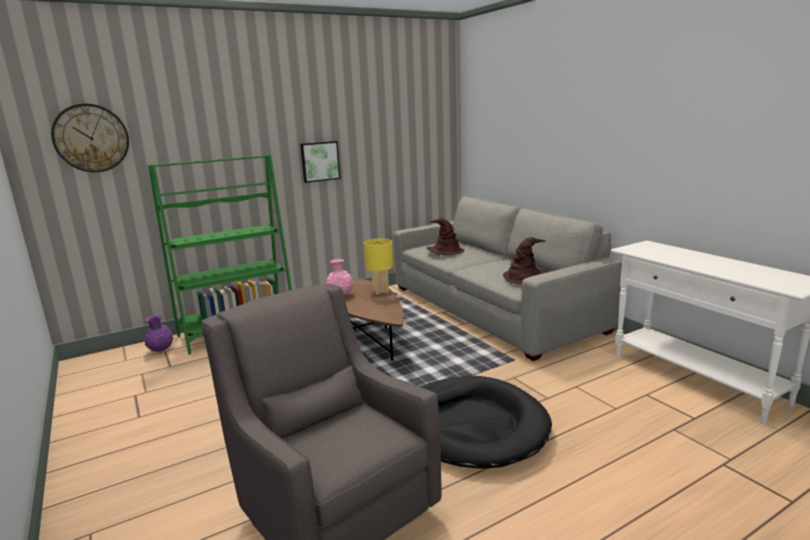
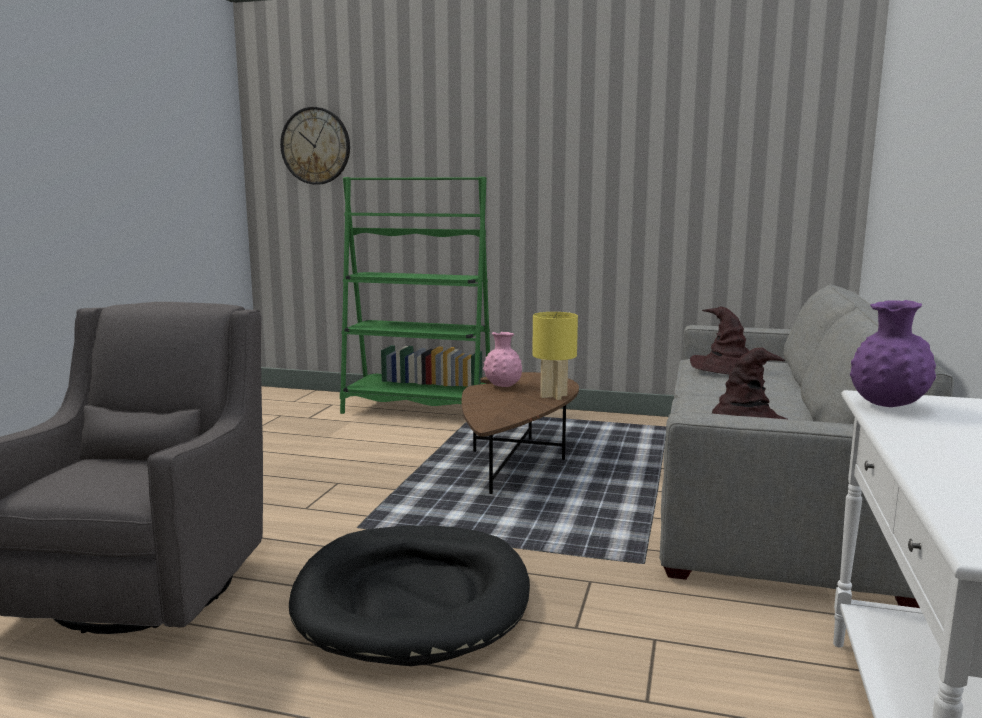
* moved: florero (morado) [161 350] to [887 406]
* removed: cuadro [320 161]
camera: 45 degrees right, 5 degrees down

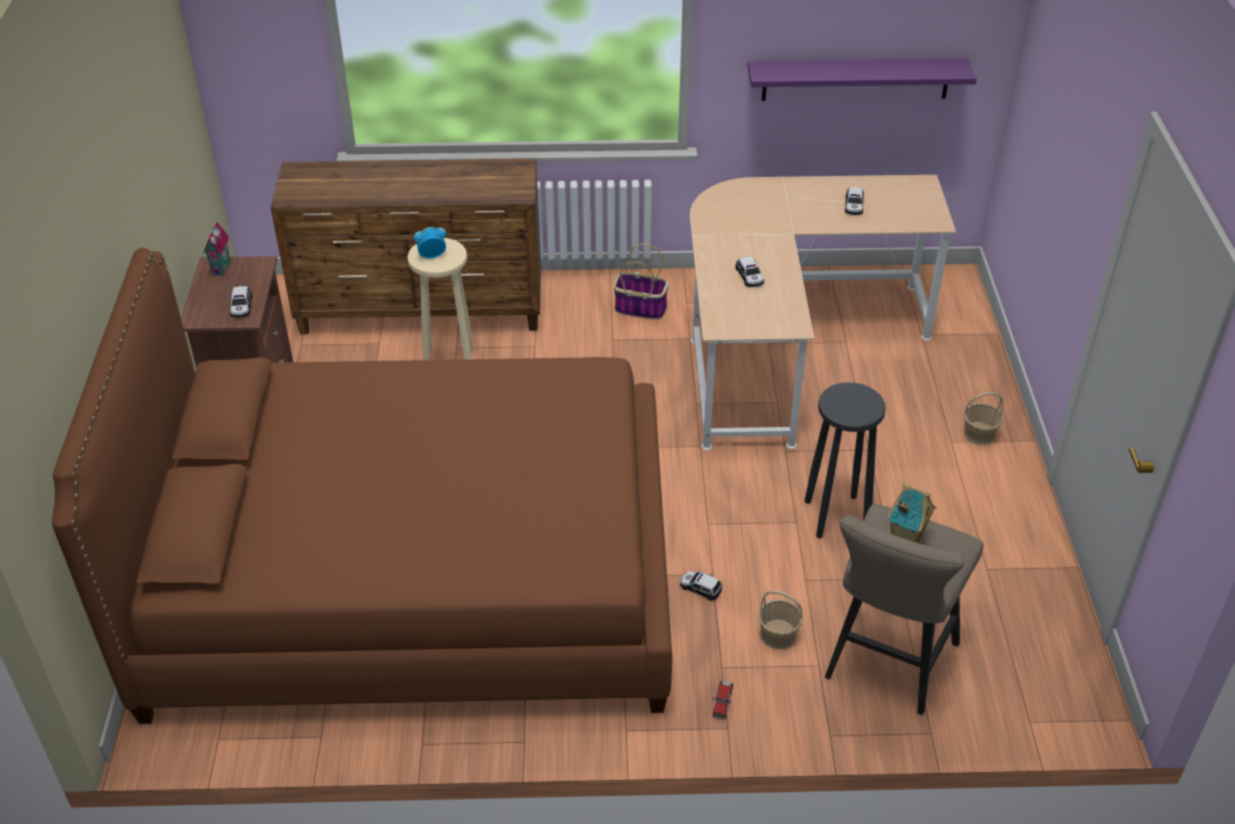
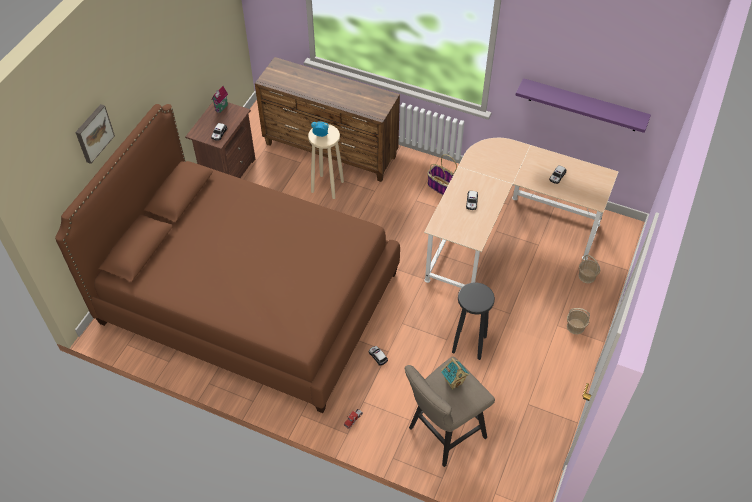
* moved: cesta [778 635] to [587 276]
* added: cuadro [93 133]
camera: 25 degrees right, 10 degrees up

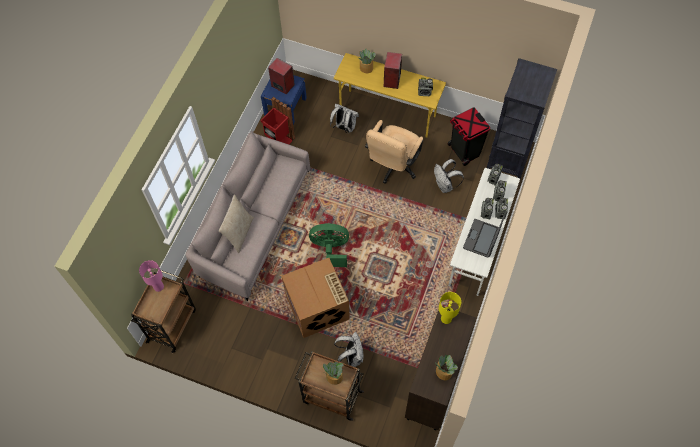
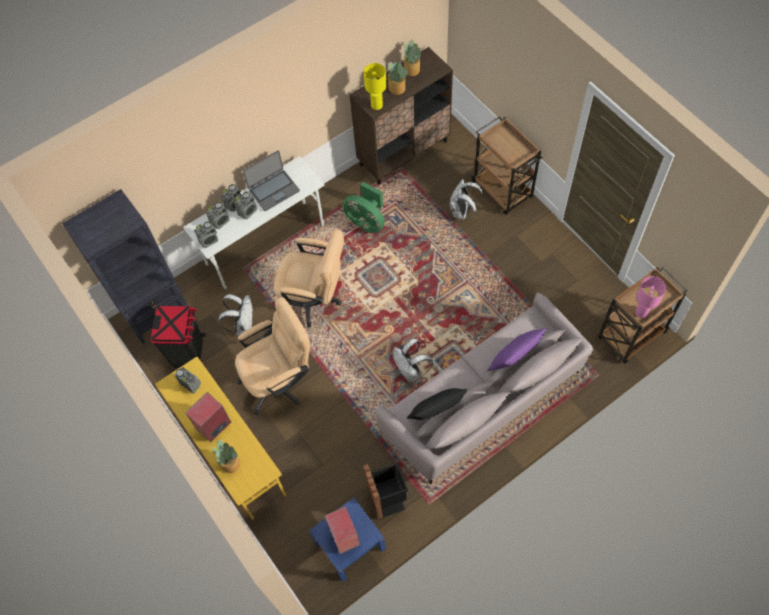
* recoloured: cojín (beis) [239 233] to cojín (morado) [514 360]
* recoloured: papelera (rojo) [279 140] to papelera (negro) [388 498]
* removed: caja de cartón [318 307]
* moved: ventilador (verde) [331 249] to [366 221]
* moved: planta en maceta [334 376] to [397 88]
* moved: mochila (blanco) [344 127] to [411 371]
* added: silla de oficina (beis) [314 299]
* added: cojín (negro) [436 413]
camera: 145 degrees left, 0 degrees up

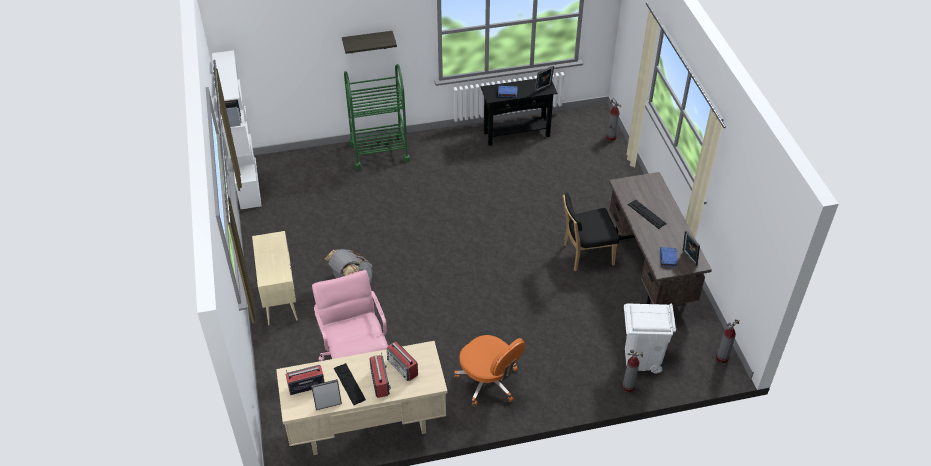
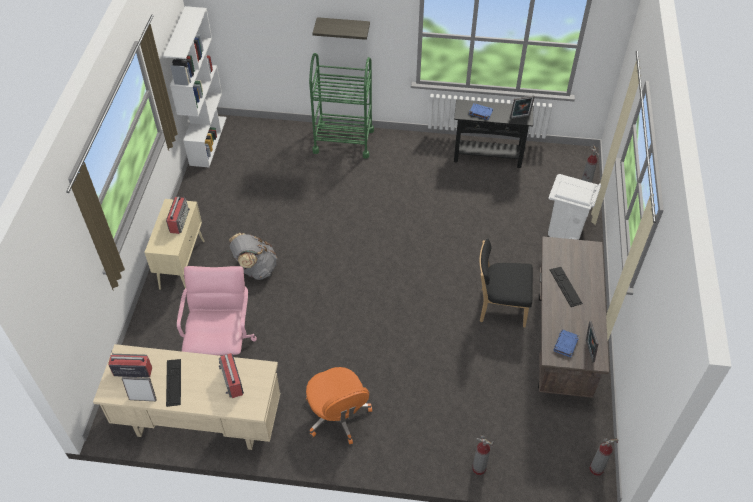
* moved: radio [380 382] to [179 221]
* moved: papelera (blanco) [641 358] to [565 230]
camera: 20 degrees right, 5 degrees up

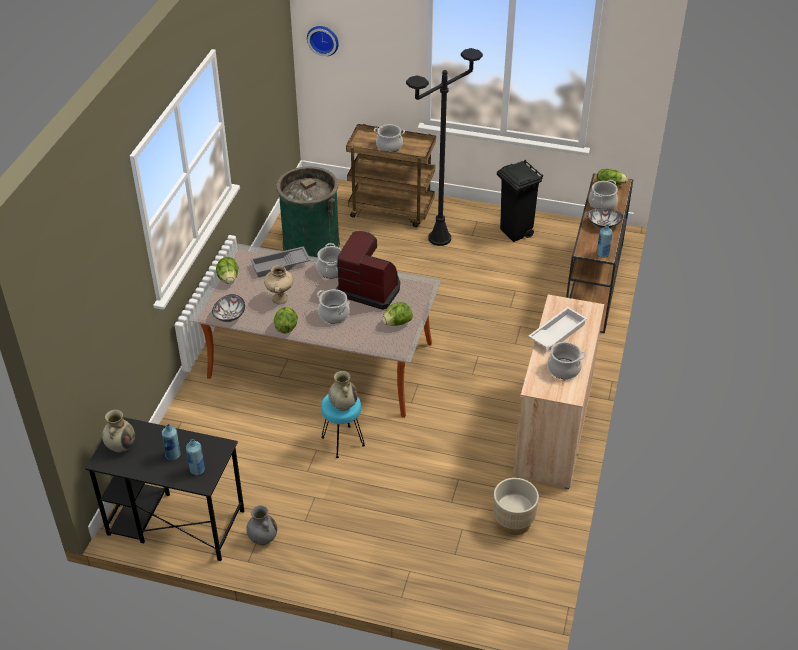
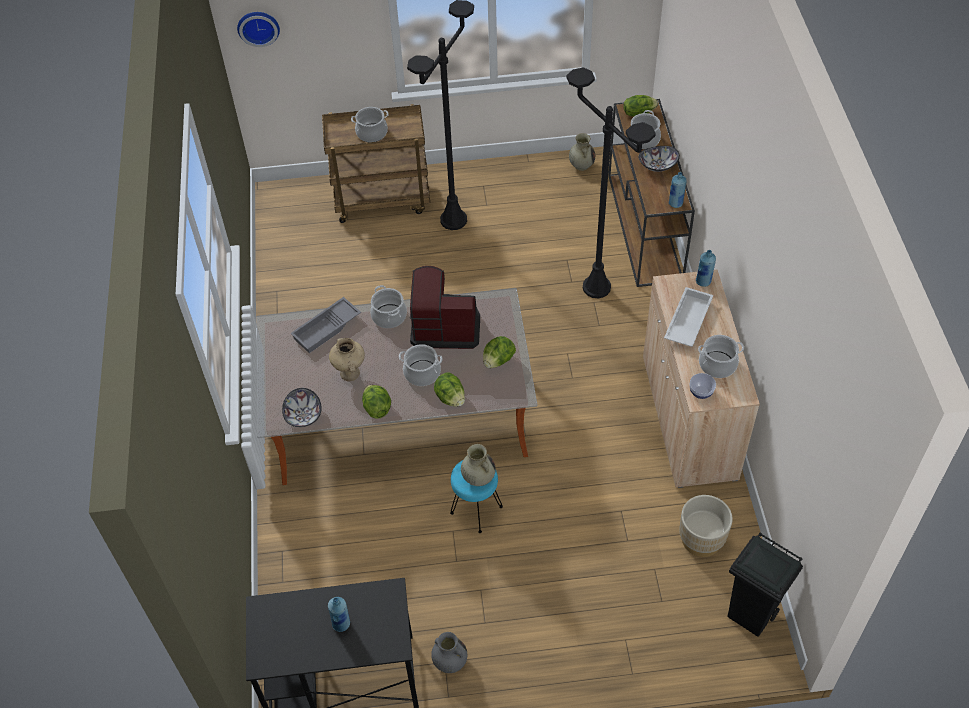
* moved: florero (beis) [121 445] to [581 165]
* moved: botella (azul) [197 470] to [703 281]
* moved: lechuga [228 279] to [450 398]
* removed: papelera (verde) [311 244]
* moved: papelera (negro) [516 233] to [751 615]
* added: lámpara de pie (negro) [596 287]
* added: cuenco [701 392]
camera: 20 degrees left, 10 degrees up

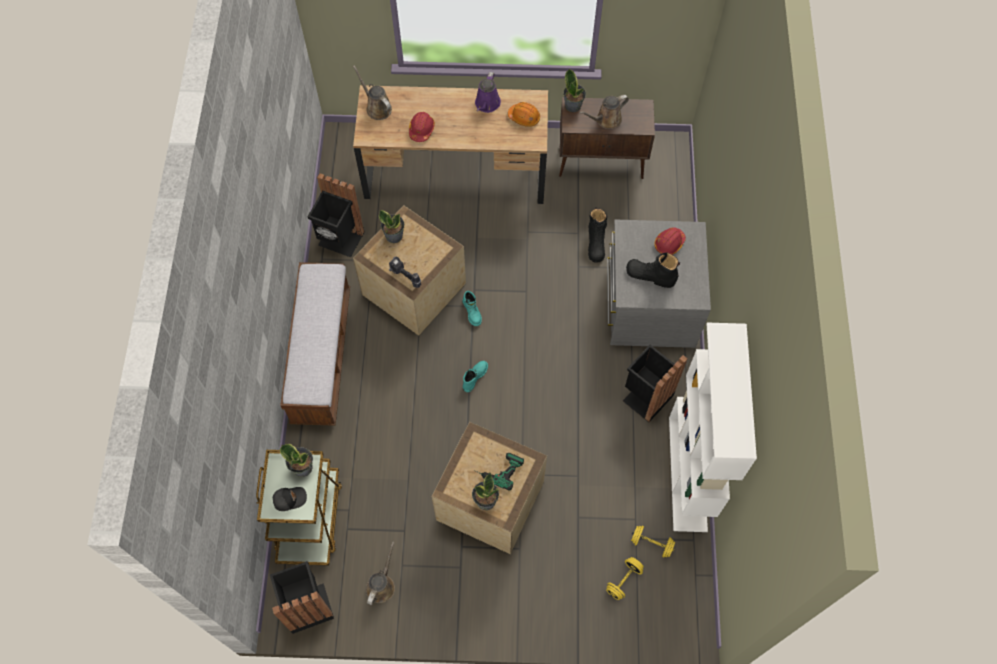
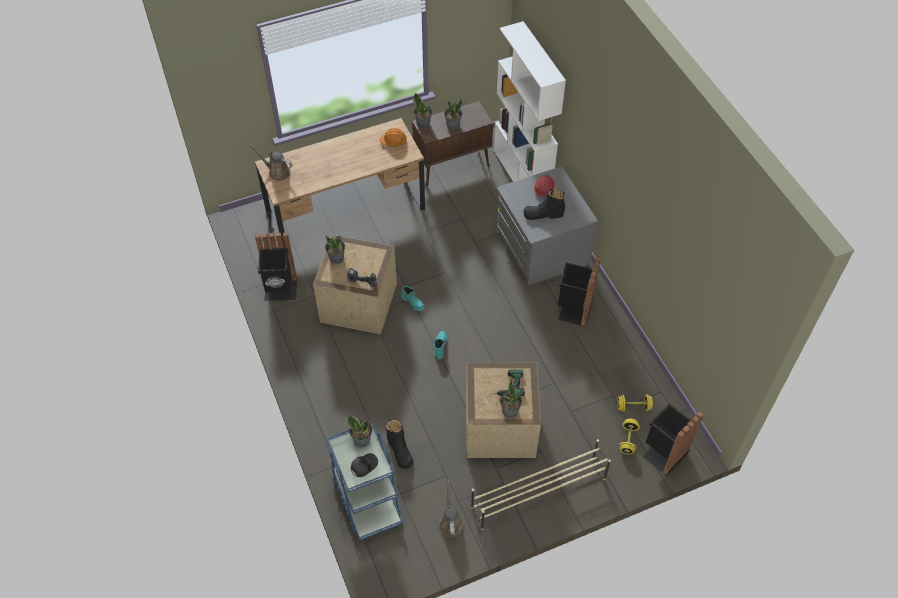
* recoloured: carrito (marrón) [309 518] to carrito (azul) [366 498]
* moved: papelera (negro) [307 606] to [663 453]
* removed: banco [322 355]
* removed: casco (rojo) [421 129]
* removed: regadera (morado) [487 104]
* replaced: regadera (marrón) [606 120] to planta en maceta [453 125]
* moved: bota (negro) [596 243] to [399 450]
* moved: estantería (blanco) [688 474] to [522 175]
* added: zapatero (beis) [538 493]
camera: 25 degrees left, 10 degrees down

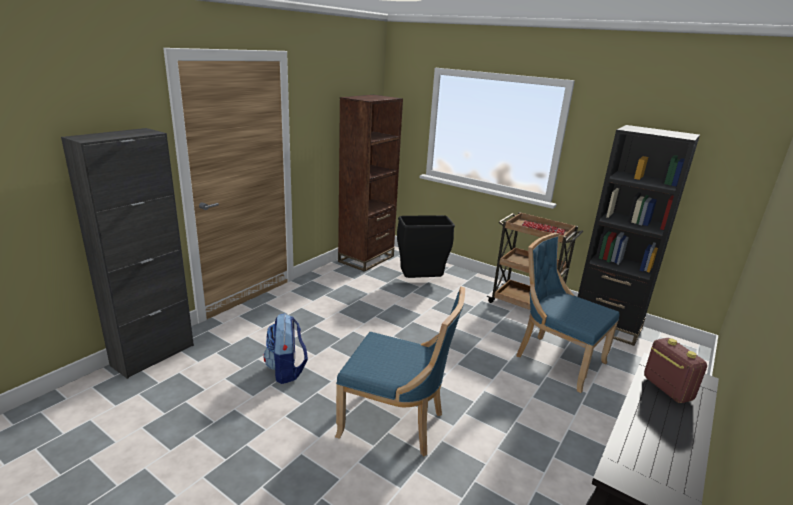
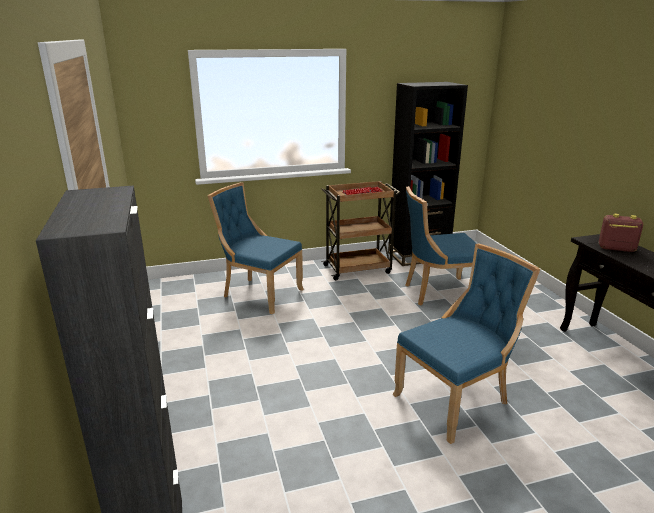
* removed: mochila [286 370]
* removed: estantería (marrón) [366 259]
* replaced: papelera (negro) [420 281] to silla (azul) [259 294]
camera: 50 degrees left, 0 degrees up

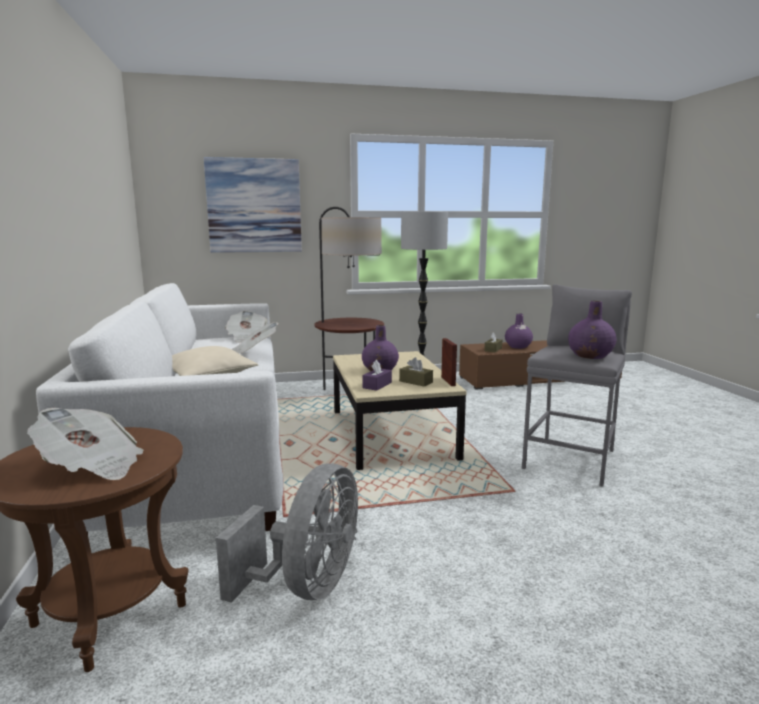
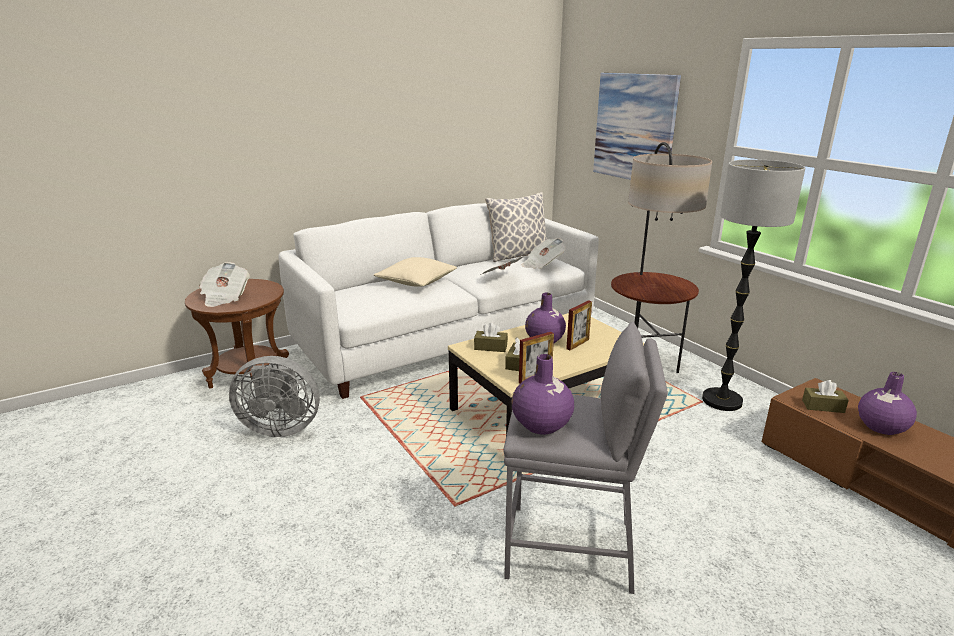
* recoloured: caja de pañuelos (morado) [377 385] to caja de pañuelos (marrón) [490 347]
* added: cojín [518 255]
* added: portarretratos [577 344]
camera: 70 degrees right, 10 degrees up

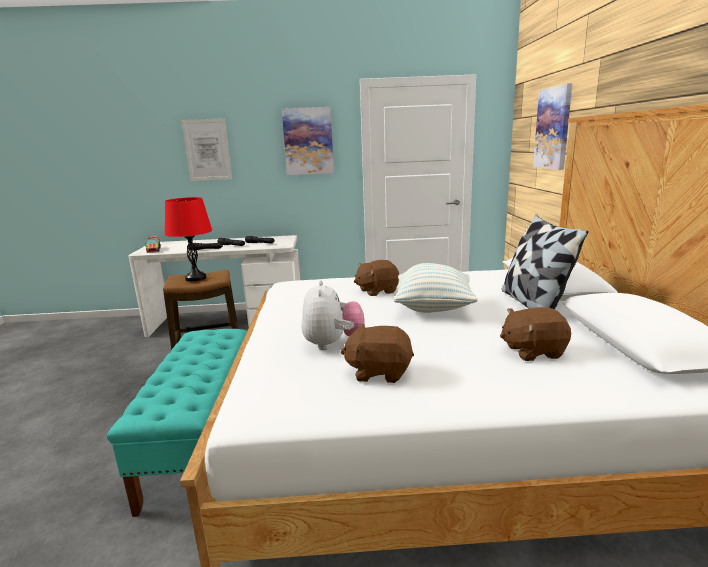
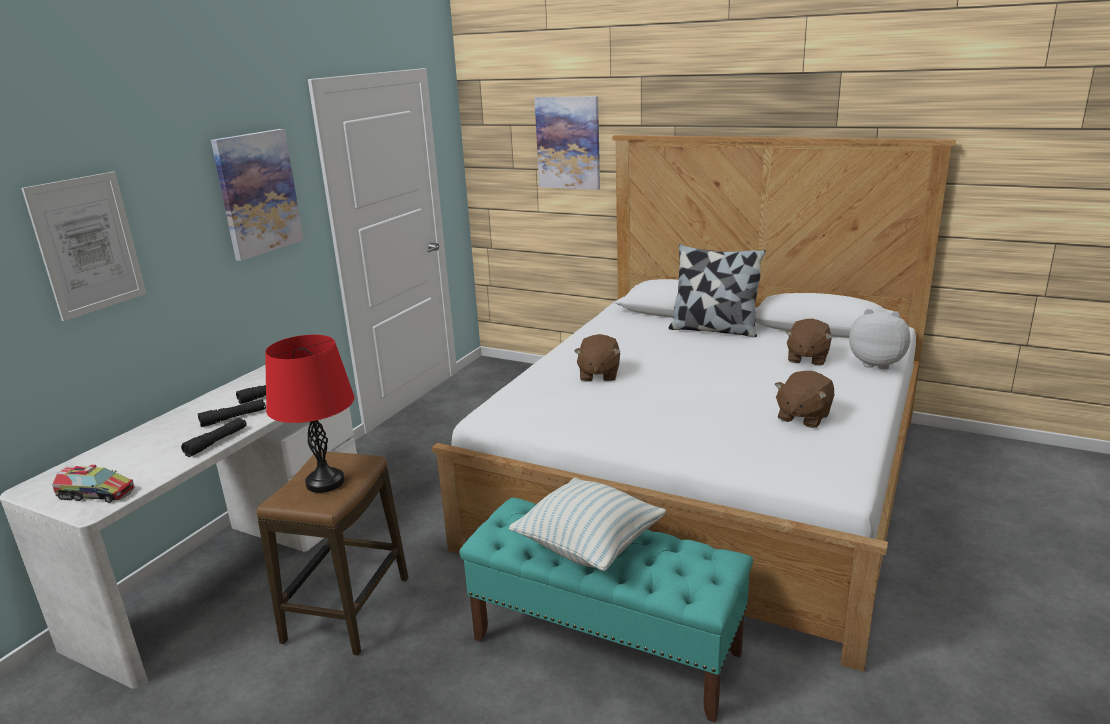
* moved: peluche [333 344] to [876 363]
* moved: cojín [433 308] to [589 547]
camera: 60 degrees left, 5 degrees up

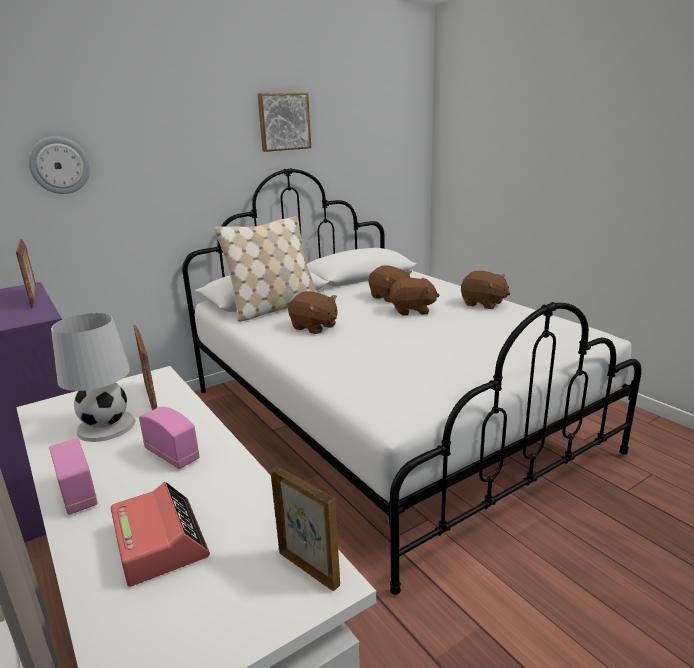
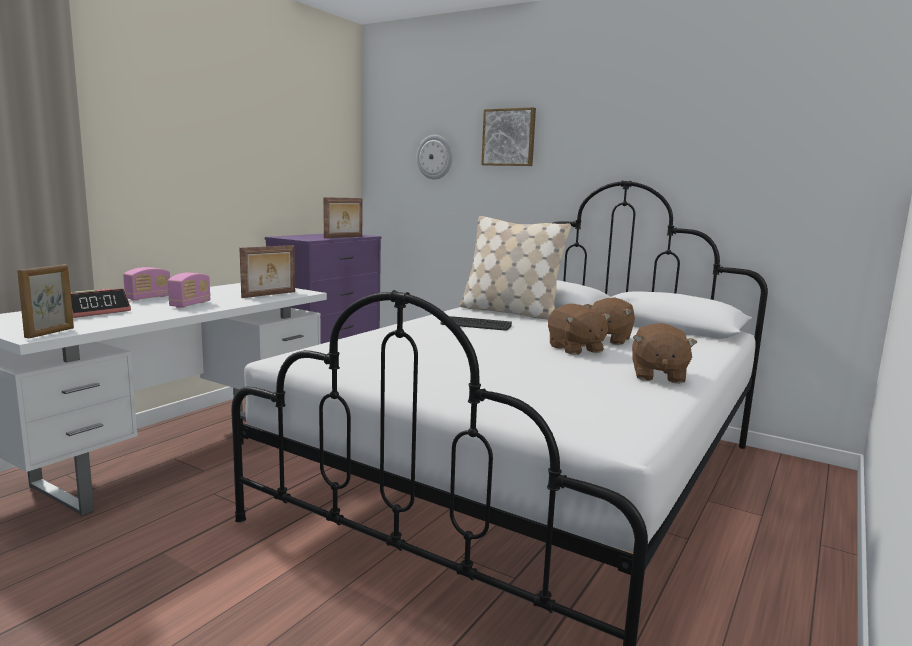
* removed: lámpara de mesa (blanco) [107 426]
* moved: cuadro [283 122] to [509 137]
* replaced: peluche (marrón) [314 327] to teclado [475 325]
camera: 65 degrees right, 10 degrees down

